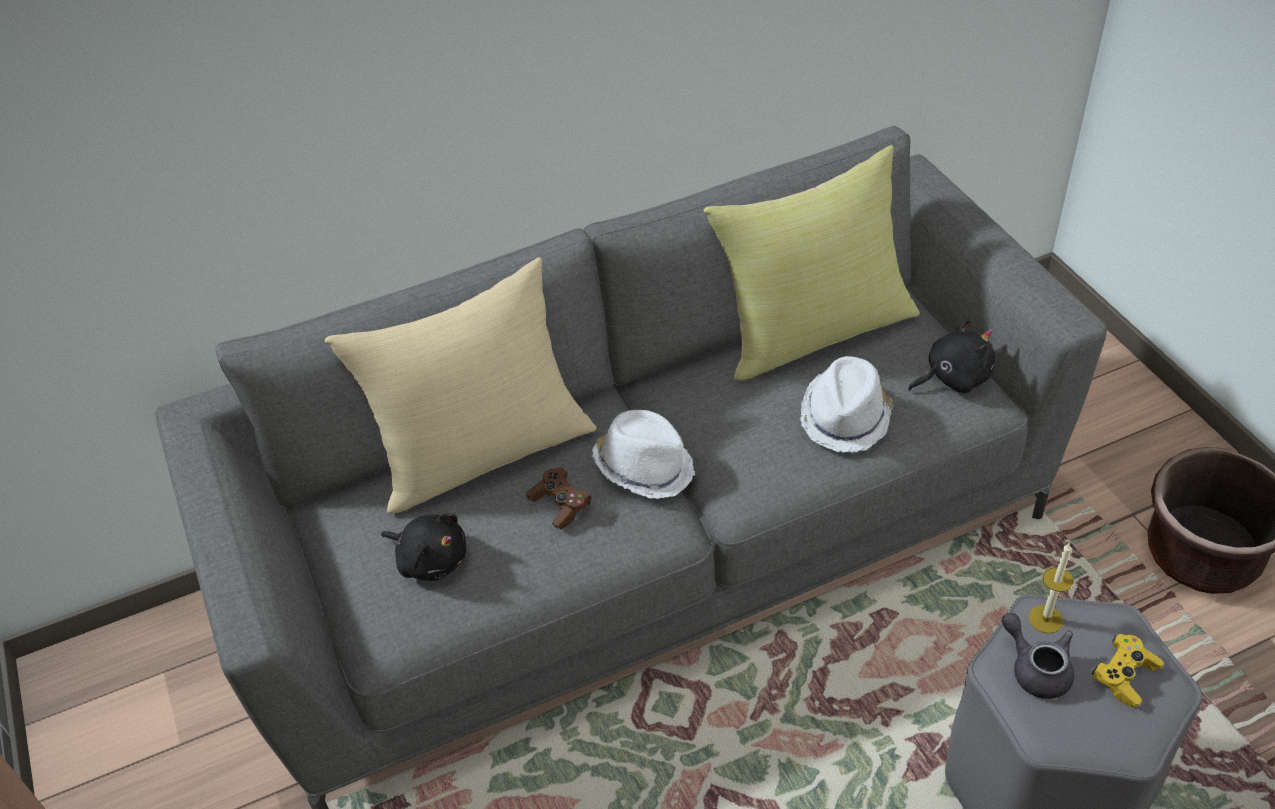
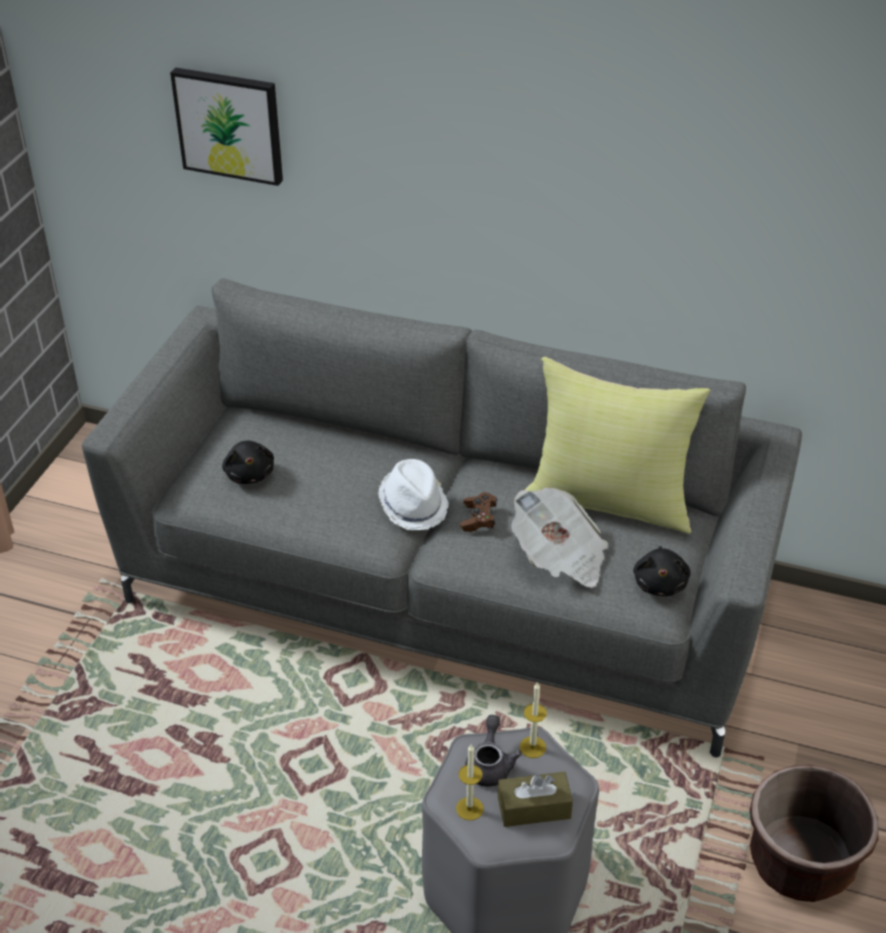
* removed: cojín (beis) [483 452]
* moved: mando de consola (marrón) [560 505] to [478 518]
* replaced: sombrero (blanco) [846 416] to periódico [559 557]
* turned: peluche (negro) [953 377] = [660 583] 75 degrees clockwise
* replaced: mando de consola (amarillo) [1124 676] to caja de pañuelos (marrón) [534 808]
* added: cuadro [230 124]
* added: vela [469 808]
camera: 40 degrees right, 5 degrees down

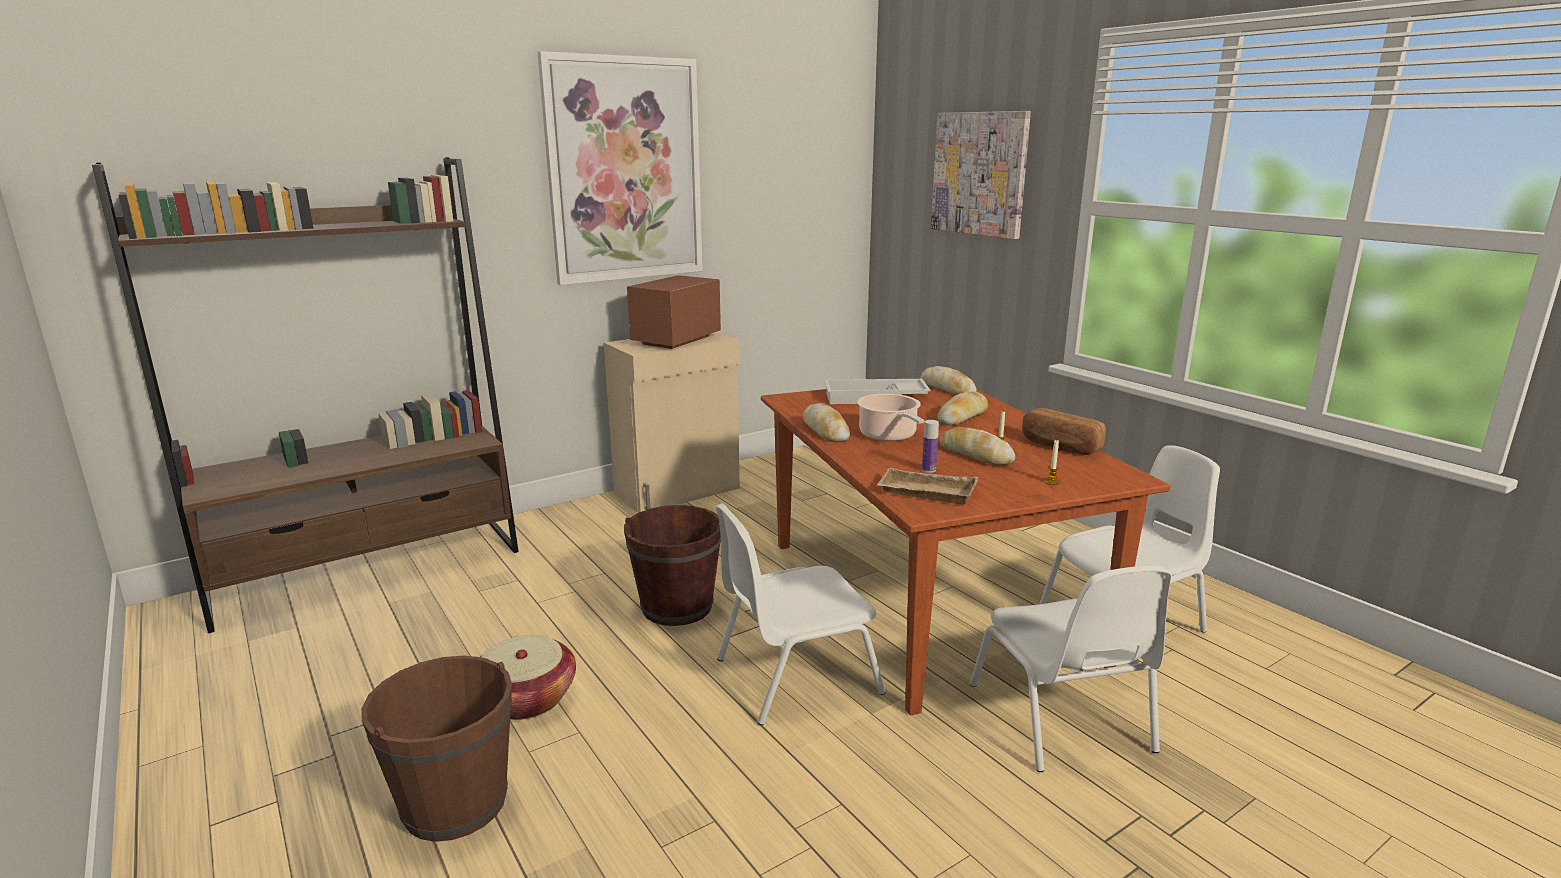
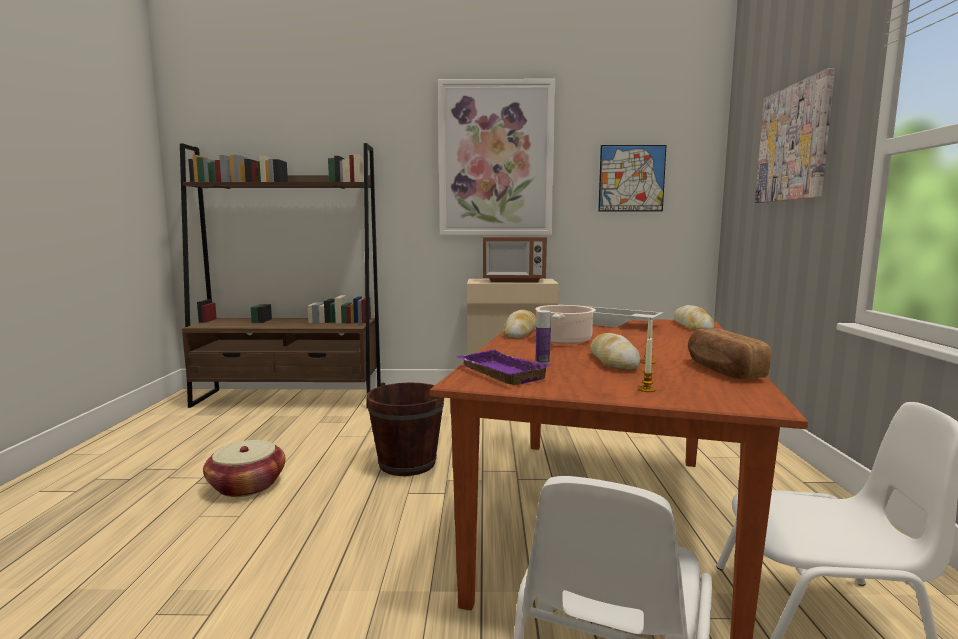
* removed: cubo (marrón) [455 804]
* turned: microondas [676 340] = [514 280] 150 degrees counterclockwise
* removed: silla (blanco) [794 675]
* recoloured: bandeja (beis) [925 493] to bandeja (morado) [498 373]
* removed: pan [962 416]
* added: cuadro [631 178]
camera: 35 degrees right, 10 degrees down

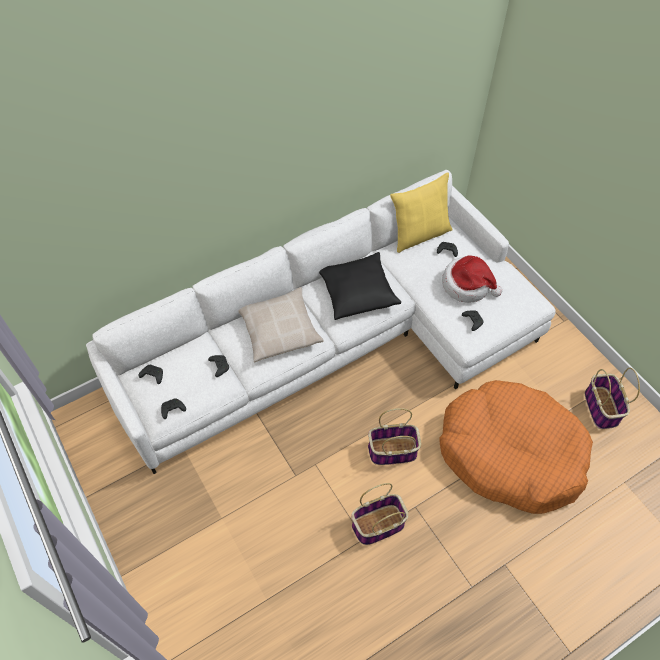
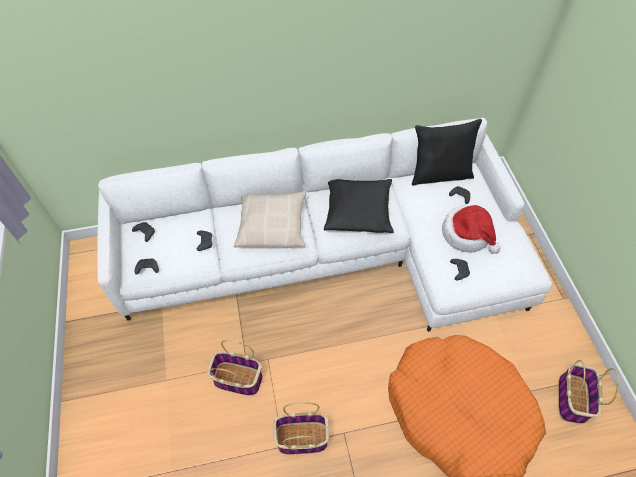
* moved: cesta [392 451] to [237 379]
* recoloured: cojín (amarillo) [419 234] to cojín (negro) [440 174]
camera: 20 degrees right, 0 degrees up

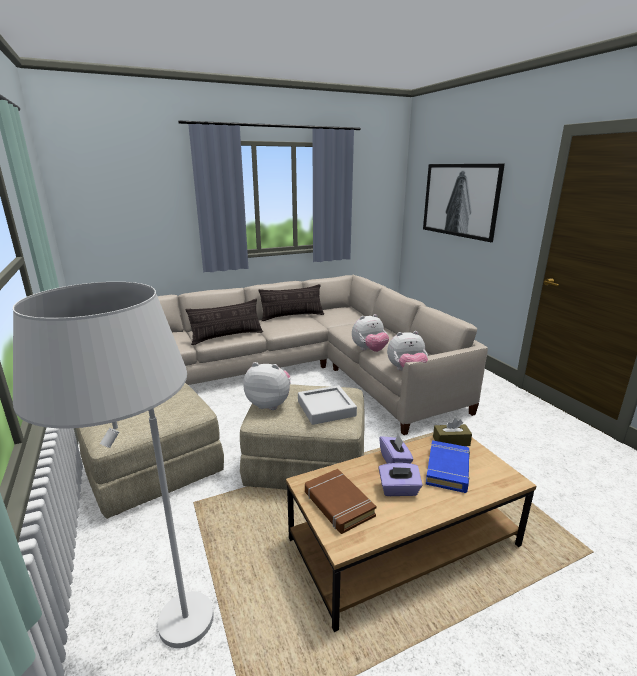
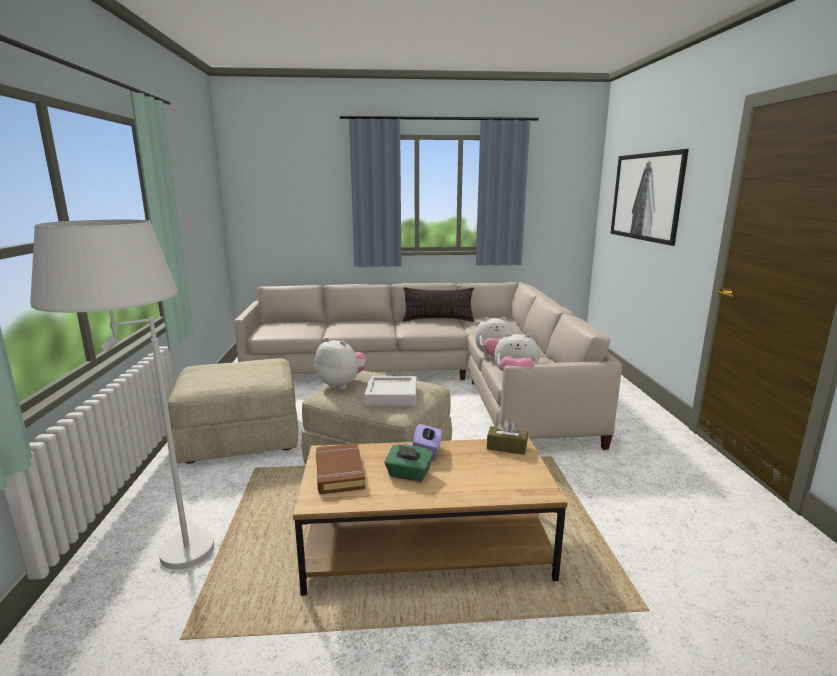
* removed: cojín [227 337]
* recoloured: caja de pañuelos (morado) [399 490] to caja de pañuelos (verde) [408 474]
* removed: libro (azul) [448 469]
camera: 20 degrees right, 5 degrees down

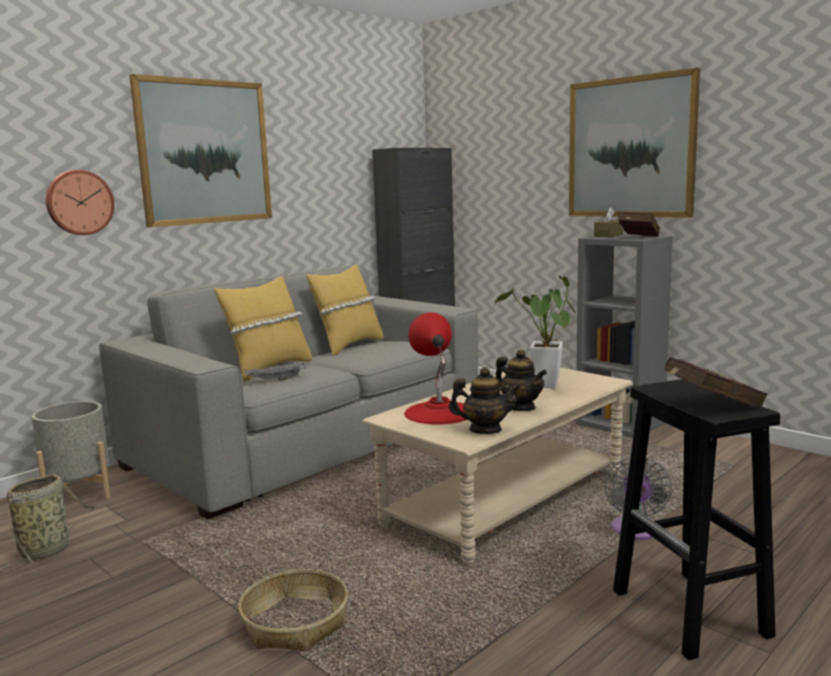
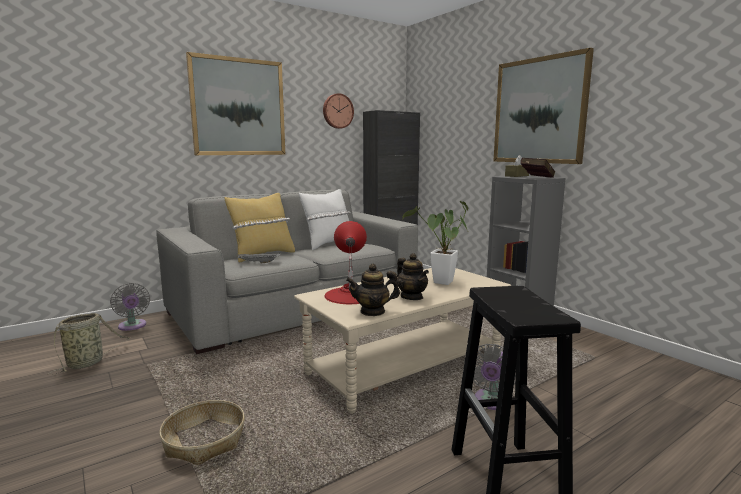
* replaced: maceta (gris) [79 492] to ventilador (gris) [132 326]
* moved: reloj de pared [79 202] to [337 111]
* recoloured: cojín (amarillo) [348 346] to cojín (blanco) [328 244]
* turned: tetera [485 430] = [373 311] 150 degrees clockwise
* removed: libro (rojo) [709 405]
camera: 10 degrees right, 0 degrees up

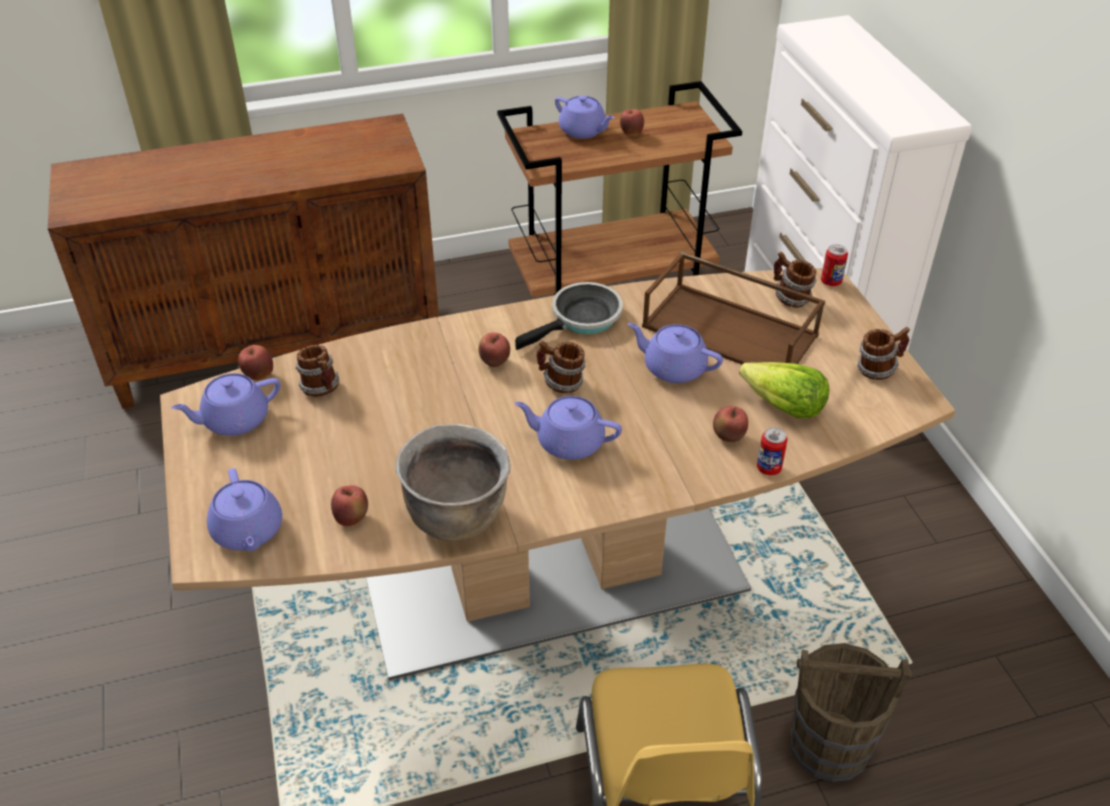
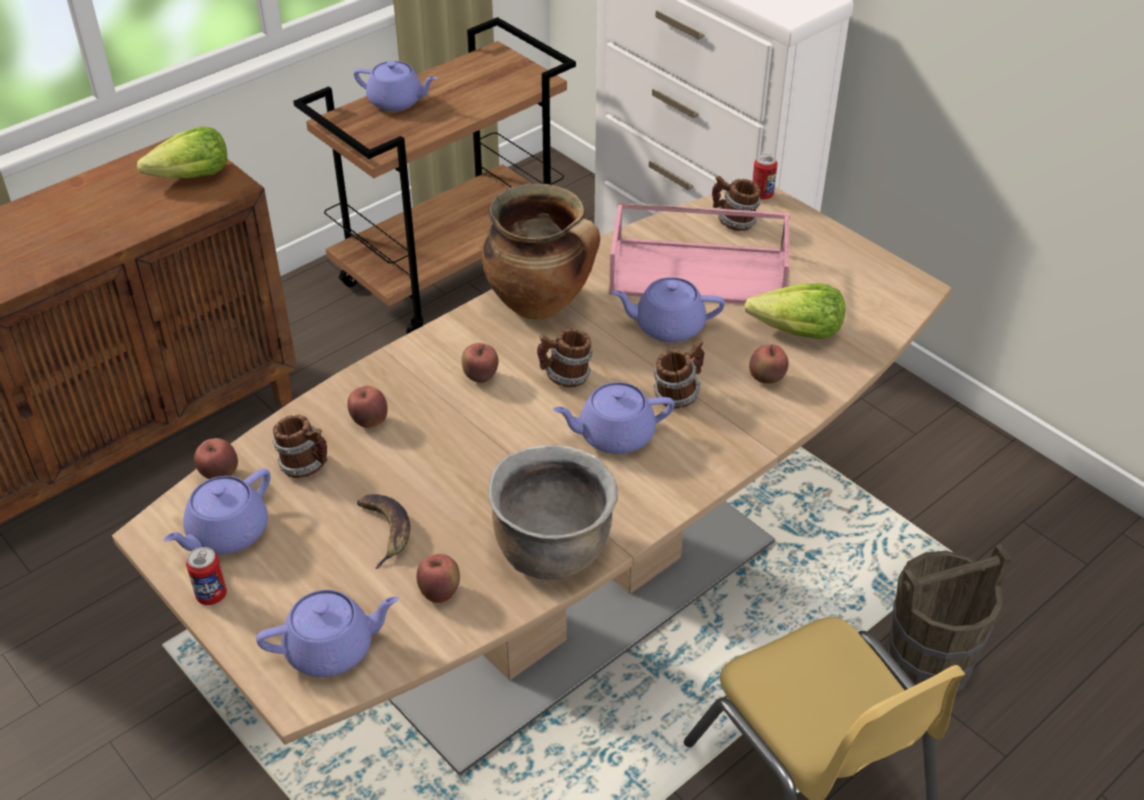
* turned: tetera (morado) [248 531] = [332 649] 60 degrees counterclockwise
* replaced: sartén [582 319] to olla [541 304]
* moved: manzana [631 134] to [369 421]
* recoloured: bandeja (marrón) [732 331] to bandeja (rosa) [700 271]
* moved: lata [768 468] to [211 595]
* moved: taza grande [878 369] to [678 394]
* added: lechuga [192 177]
* added: plátano [385 531]
camera: 25 degrees left, 0 degrees up

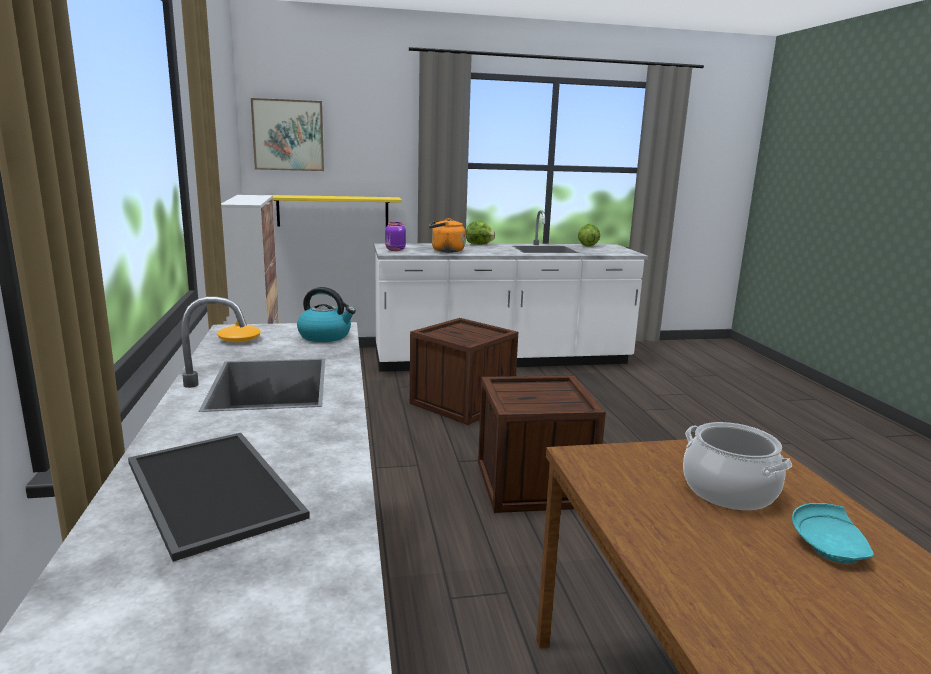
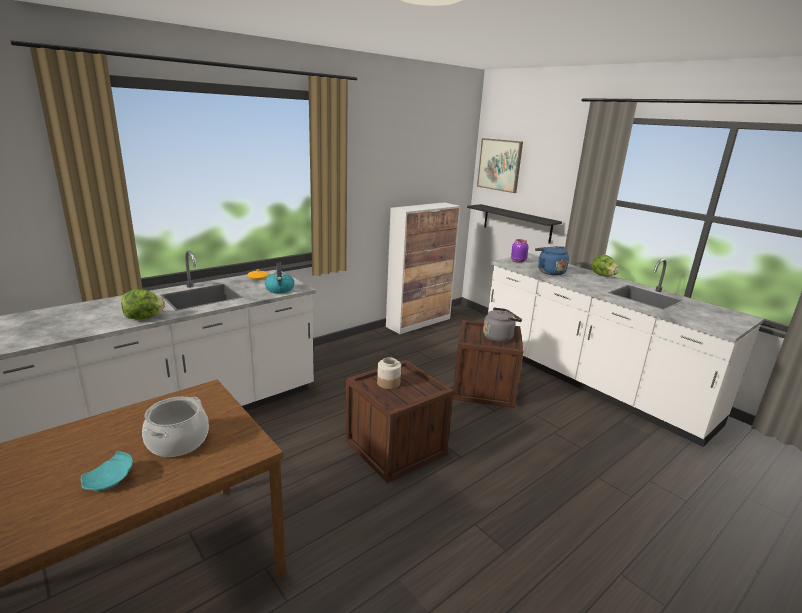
* removed: bandeja [208 489]
* recoloured: estante (amarillo) [333 211] to estante (negro) [517 223]
* recoloured: hervidor (naranja) [445 251] to hervidor (azul) [549 272]
* moved: lechuga [587 246] to [144 318]
* added: tarro [388 383]
* added: hervidor (gris) [499 337]
camera: 60 degrees right, 5 degrees up

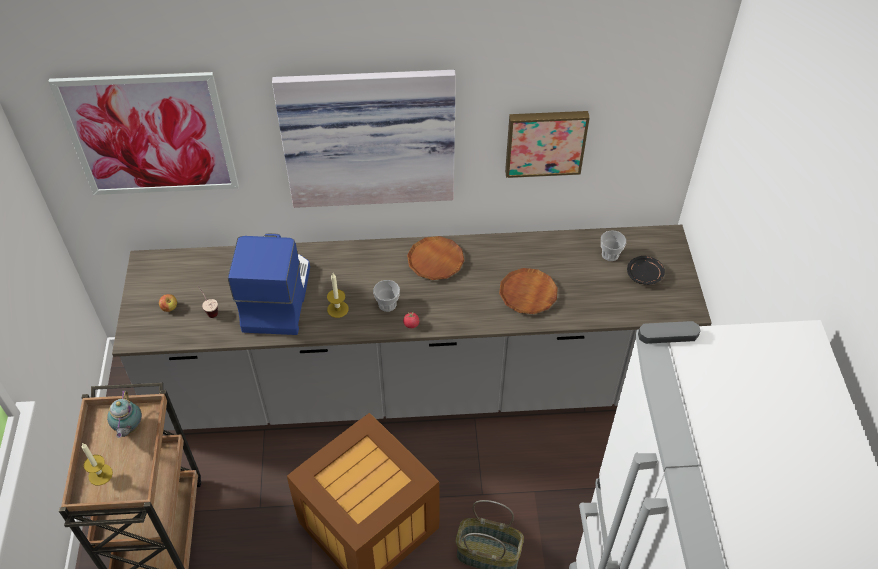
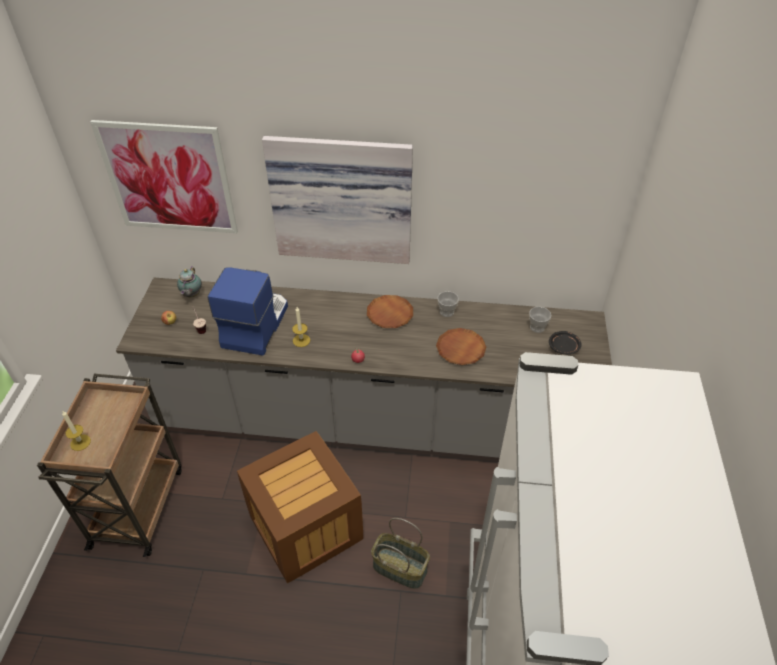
* moved: tetera [129 428] to [191 295]
* moved: taza [387 304] to [446 312]
* removed: cuadro [545 141]
camera: 10 degrees right, 5 degrees down

